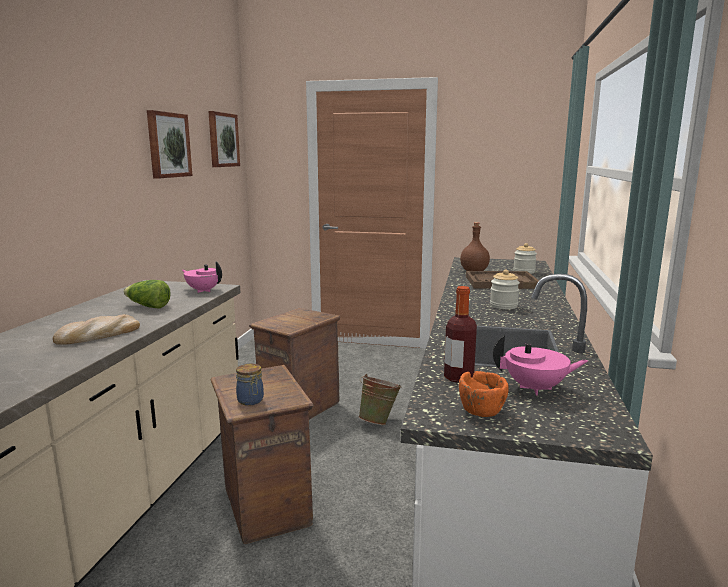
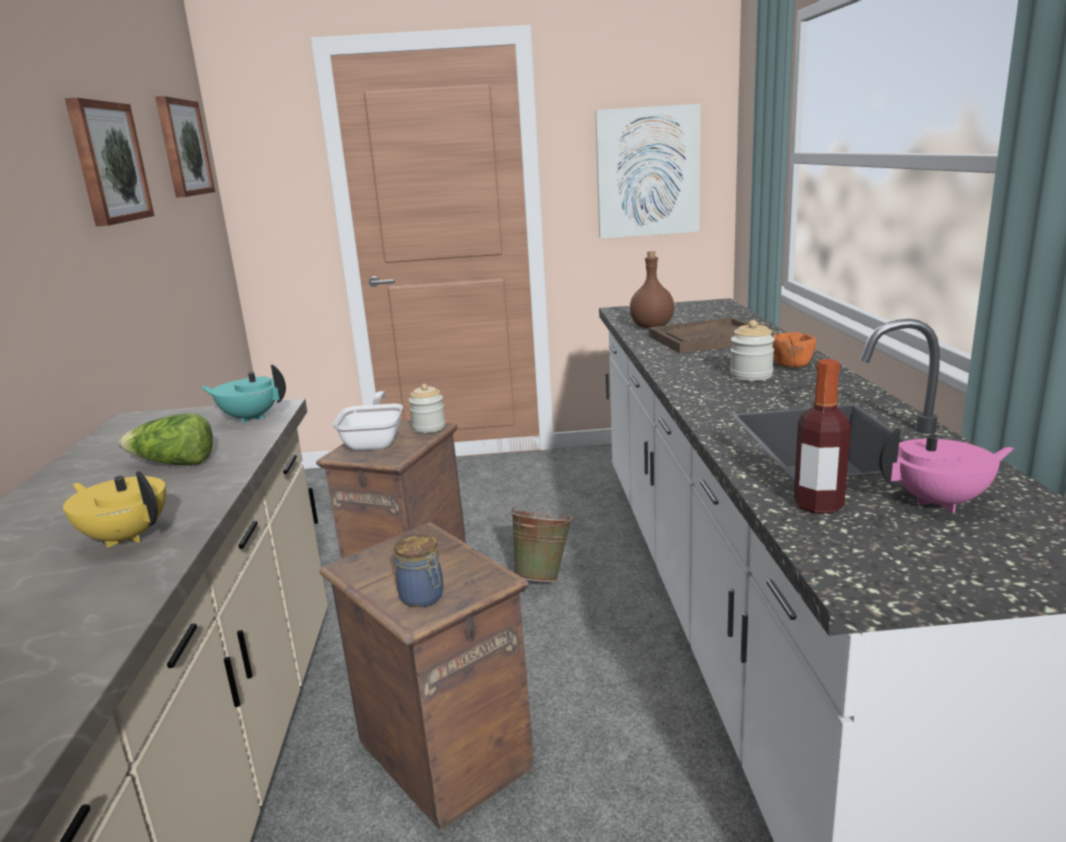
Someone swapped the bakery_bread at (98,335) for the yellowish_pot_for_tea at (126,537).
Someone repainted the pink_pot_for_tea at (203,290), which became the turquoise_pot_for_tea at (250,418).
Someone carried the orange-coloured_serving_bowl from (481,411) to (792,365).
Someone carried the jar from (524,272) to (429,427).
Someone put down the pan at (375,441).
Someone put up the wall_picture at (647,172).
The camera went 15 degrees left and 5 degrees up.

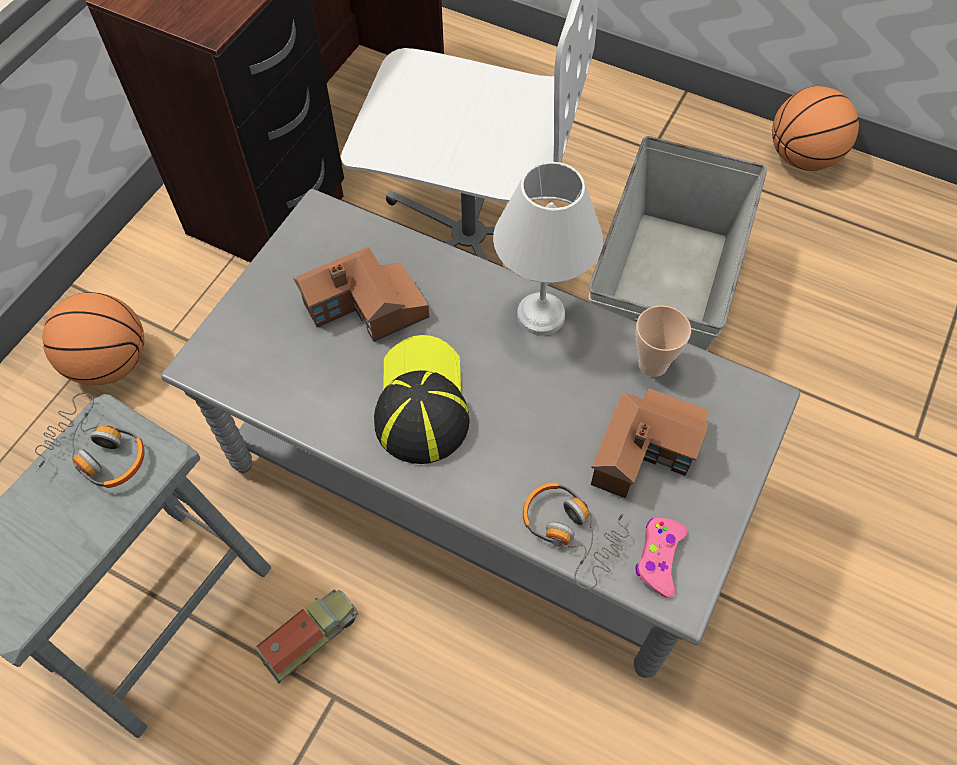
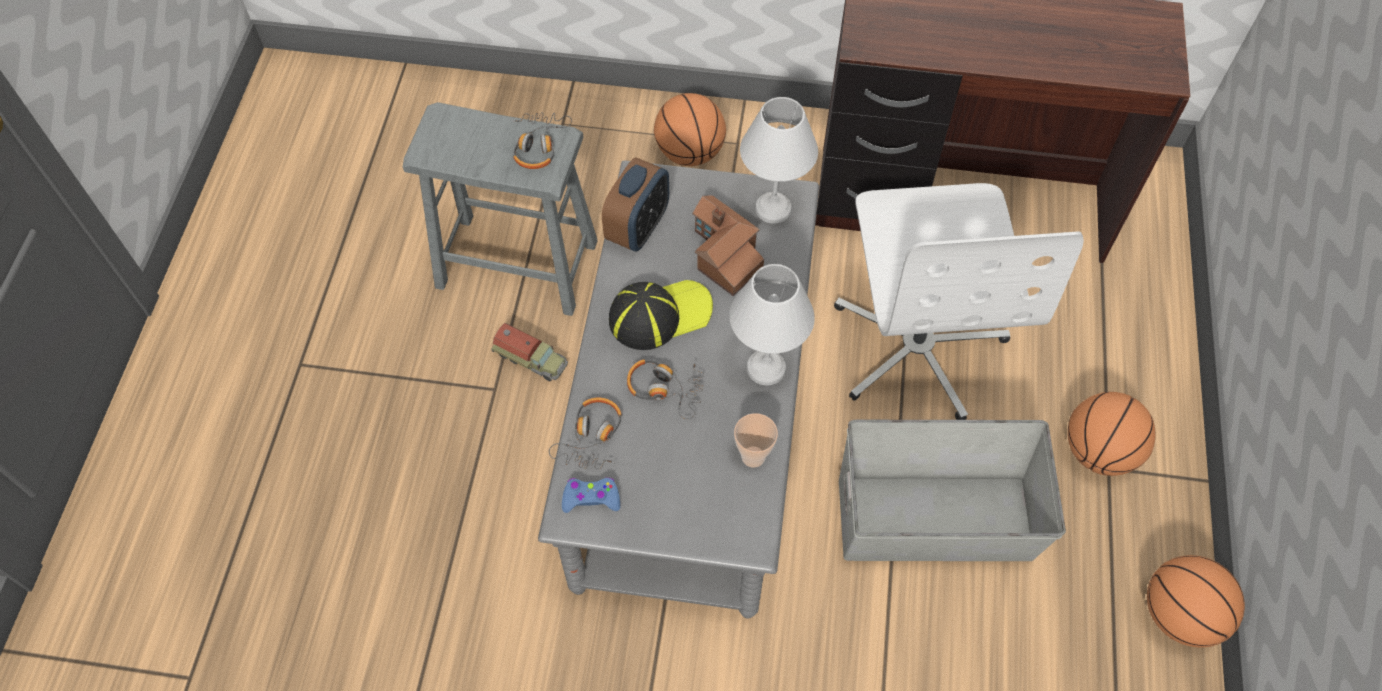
Someone took away the model_house at (647,451).
Someone repainted the pink_game_controller at (659,558), which became the bluish_game_controller at (591,498).
Someone put down the bedside_clock at (638,228).
Someone put down the headphones at (665,389).
Someone put down the white_table_lamp at (773,210).
Someone put down the ball_for_basketball at (1098,451).
The camera went 70 degrees right and 0 degrees up.

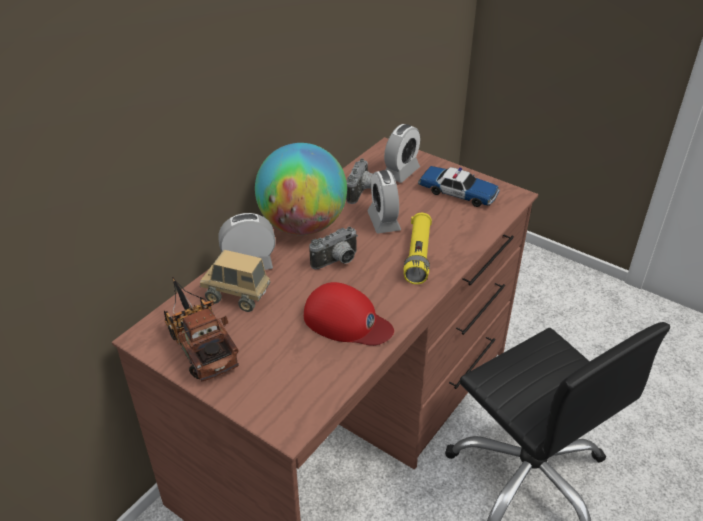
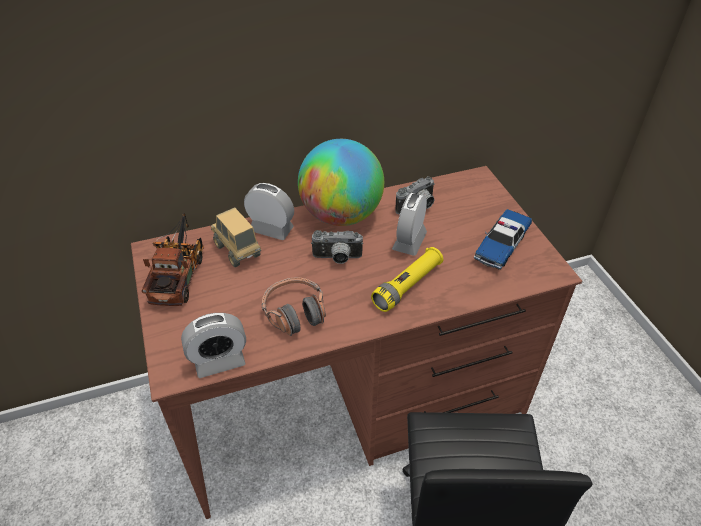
Someone swapped the reddish_baseball_cap at (347,321) for the headphones at (295,313).
Someone carried the bedside_clock from (401,172) to (219,361).
Someone rotated the miniature_car at (458,193) by 60 degrees clockwise.
The camera went 35 degrees right and 5 degrees up.

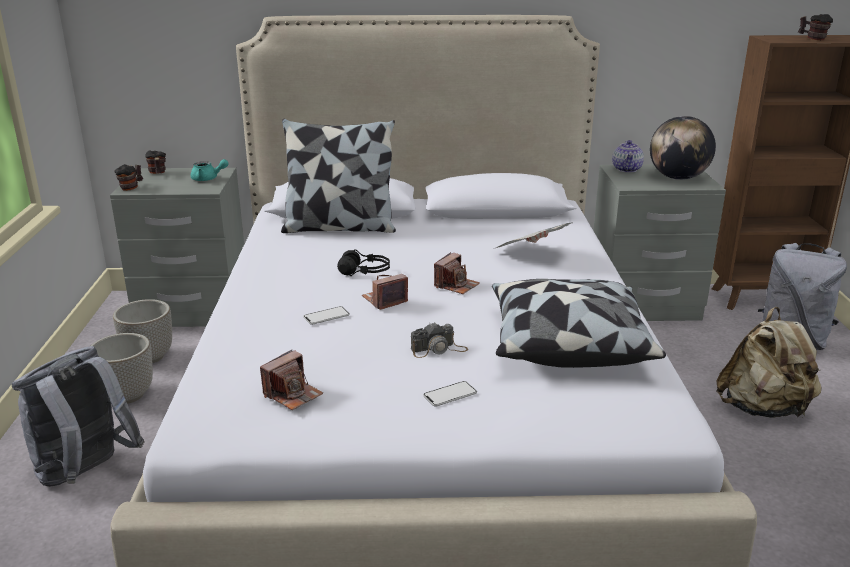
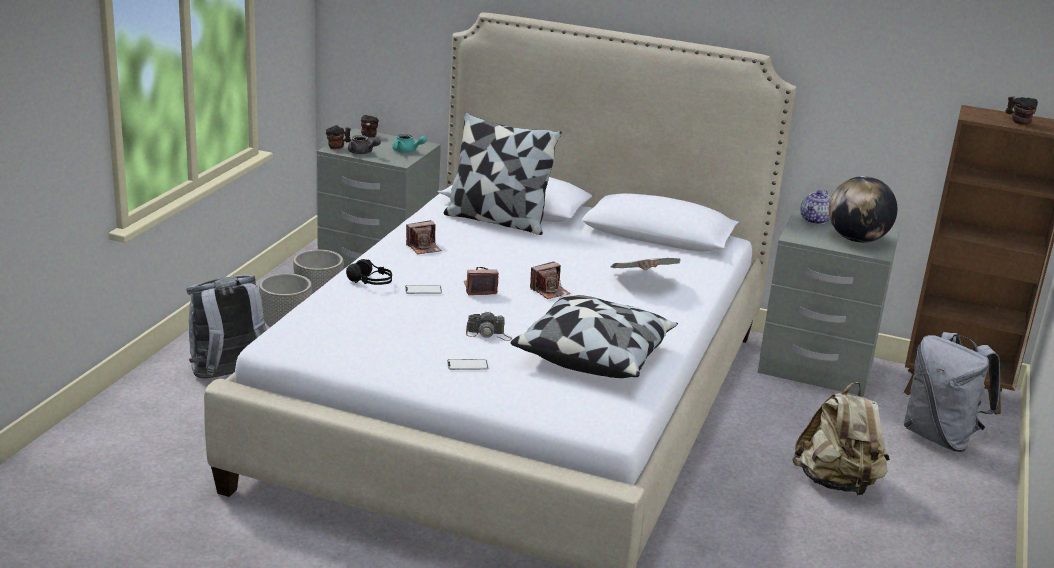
Someone carried the photo_camera from (293,394) to (424,248).
Someone carried the black_headphones from (364,272) to (370,282).
Someone put down the gray_pot_for_tea at (362,153).
The camera went 20 degrees right and 0 degrees up.

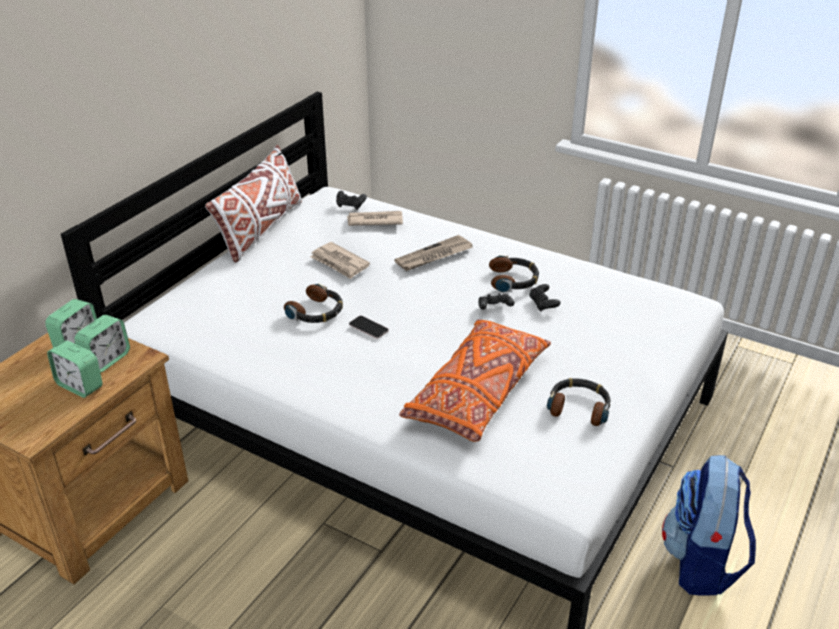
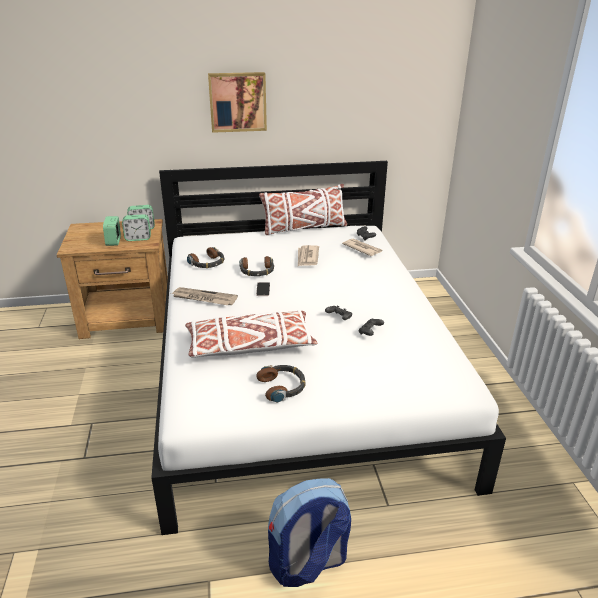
Someone carried the daily_paper from (434,256) to (204,298).
Someone repainted the orange-coloured_cushion at (477,393), which became the white_cushion at (250,346).
Someone carried the headphones from (513,280) to (207,263).
Someone put up the wall_picture at (237,102).
The camera went 50 degrees right and 5 degrees down.

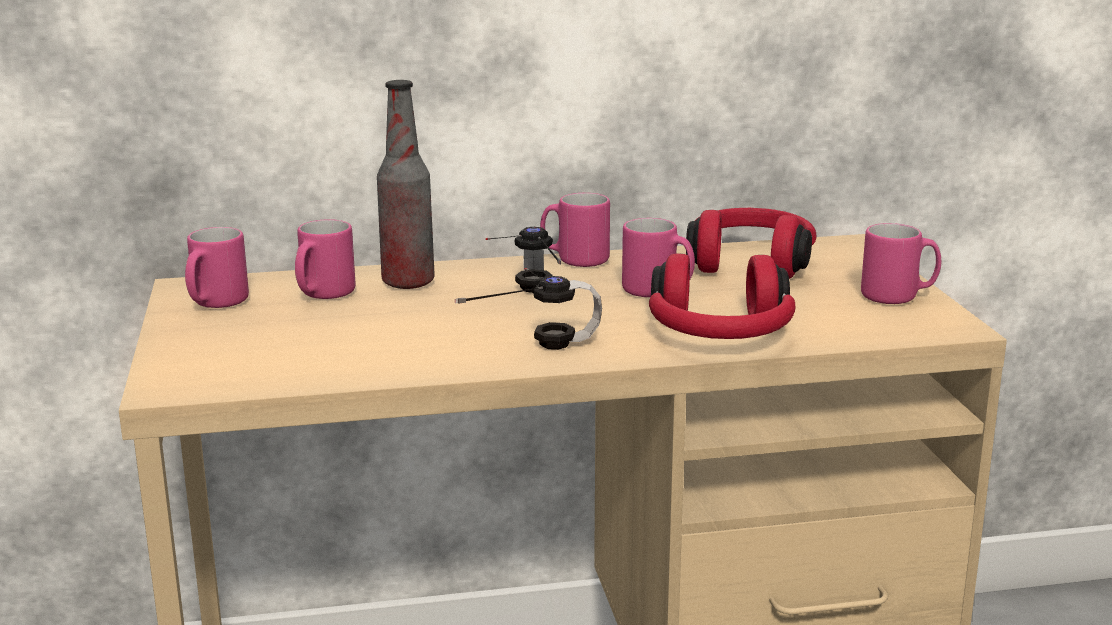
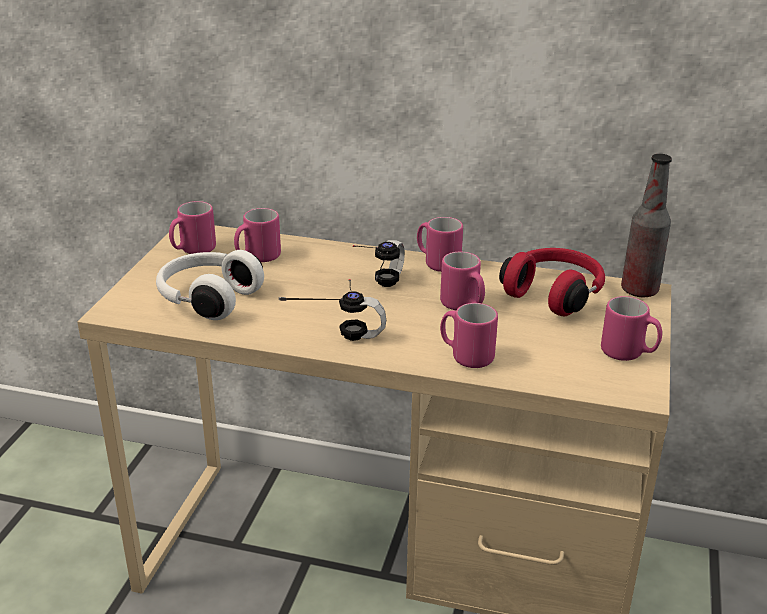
Someone carried the drink_bottle from (408,283) to (639,290).
Someone swapped the reddish_headphones at (720,335) for the pink_mug at (466,356).
Someone put down the white_headphones at (207,299).
The camera went 25 degrees right and 10 degrees up.

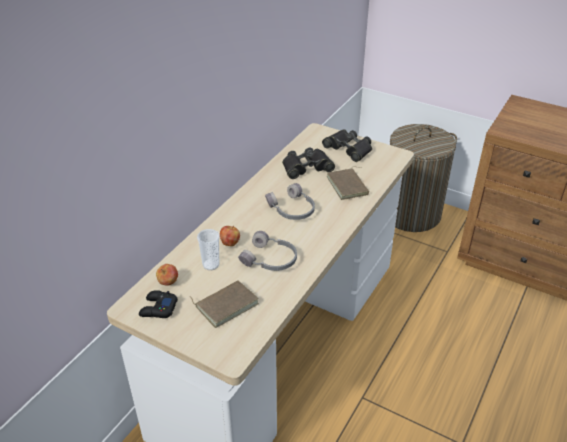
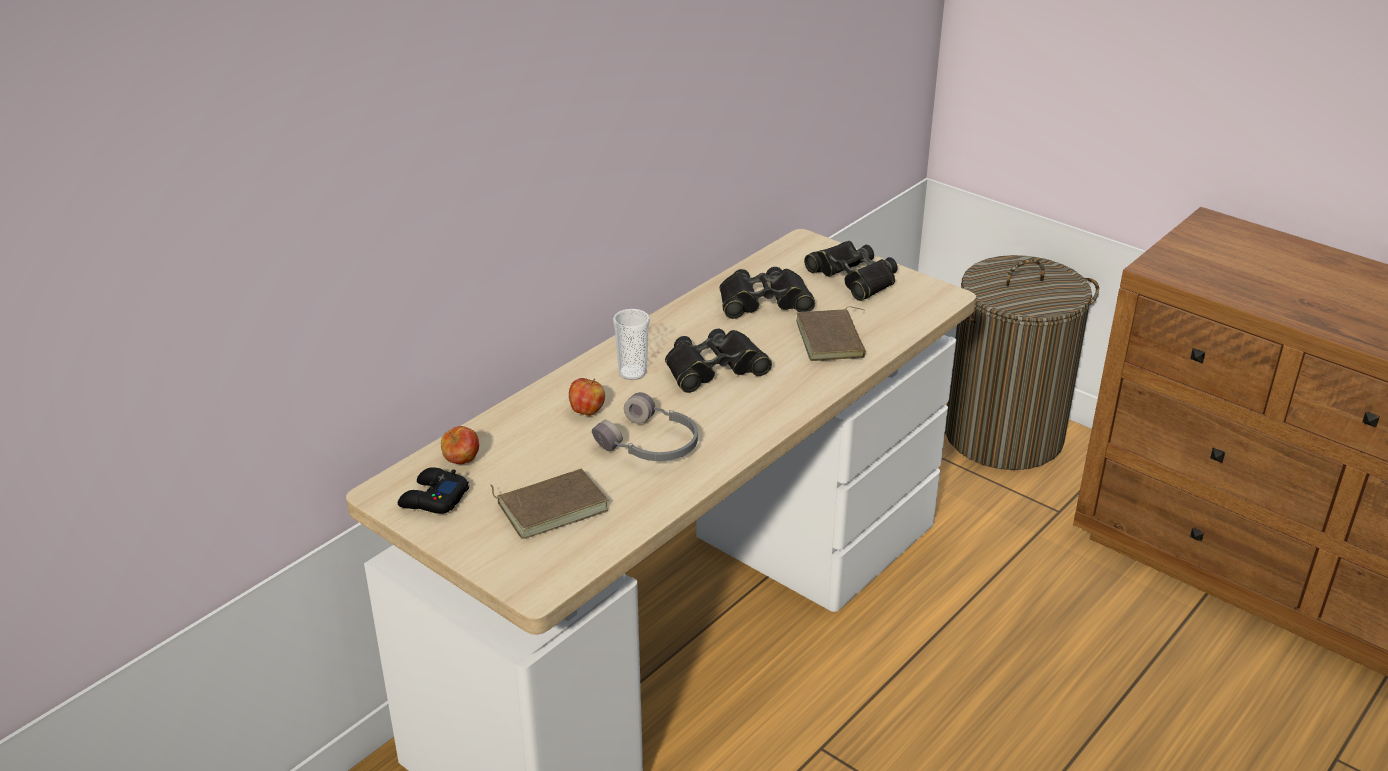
Someone carried the small_cup from (211,265) to (632,372).
Someone swapped the gray_headphones at (291,210) for the black_pair_of_binoculars at (714,368).
The camera went 10 degrees right and 5 degrees down.

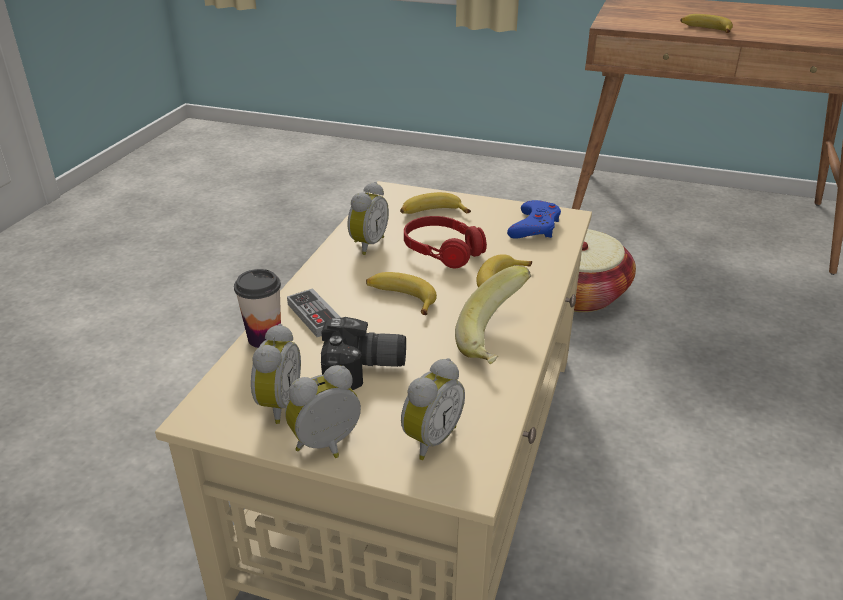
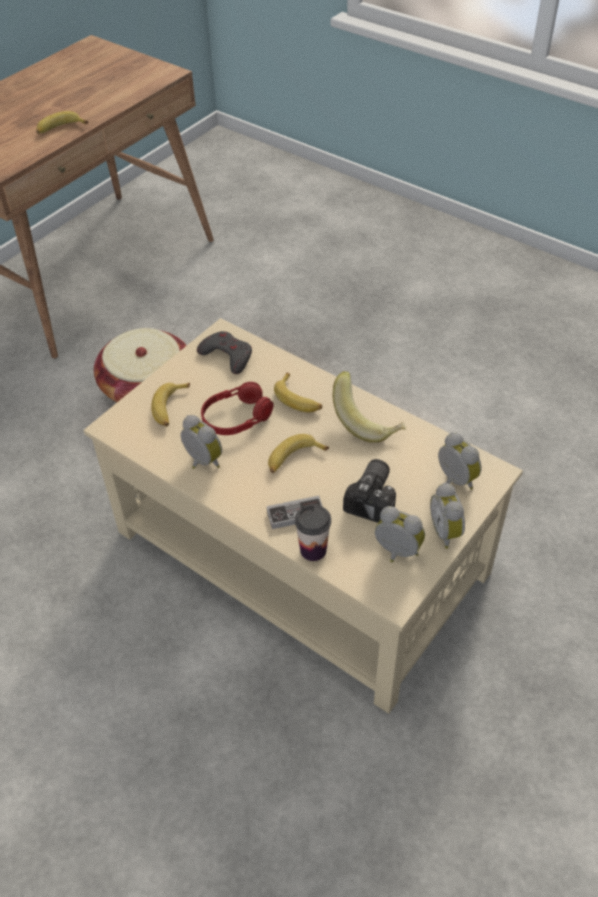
Someone repainted the bluish_game_controller at (534,226), which became the gray_game_controller at (227,355).
The camera went 70 degrees left and 15 degrees up.

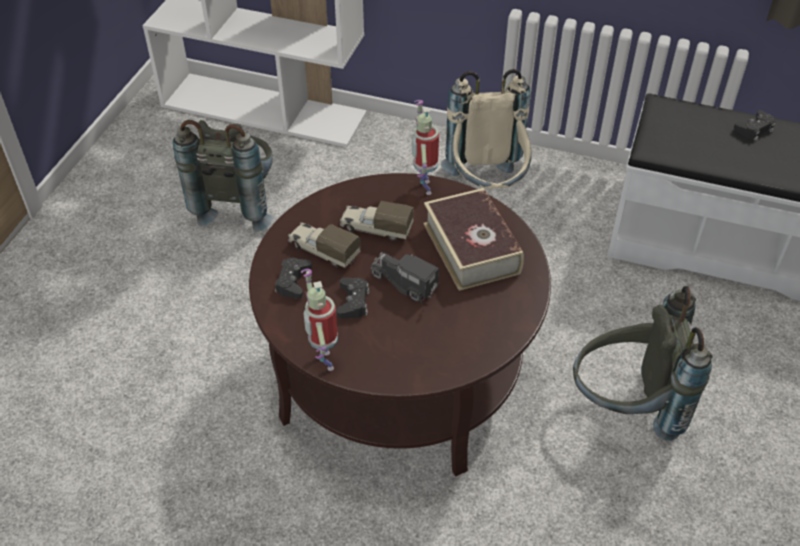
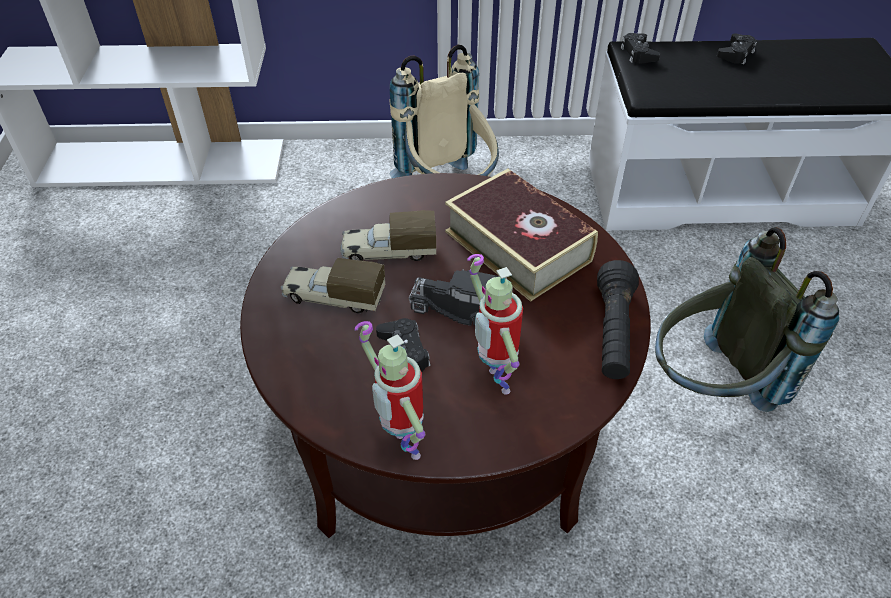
Someone took away the gray_backpack at (237,203).
Someone carried the black_game_controller from (293,282) to (638,53).
Someone carried the model_robot from (424,187) to (493,381).
Someone put down the black_hand_torch at (613,333).
The camera went 20 degrees left and 0 degrees up.

